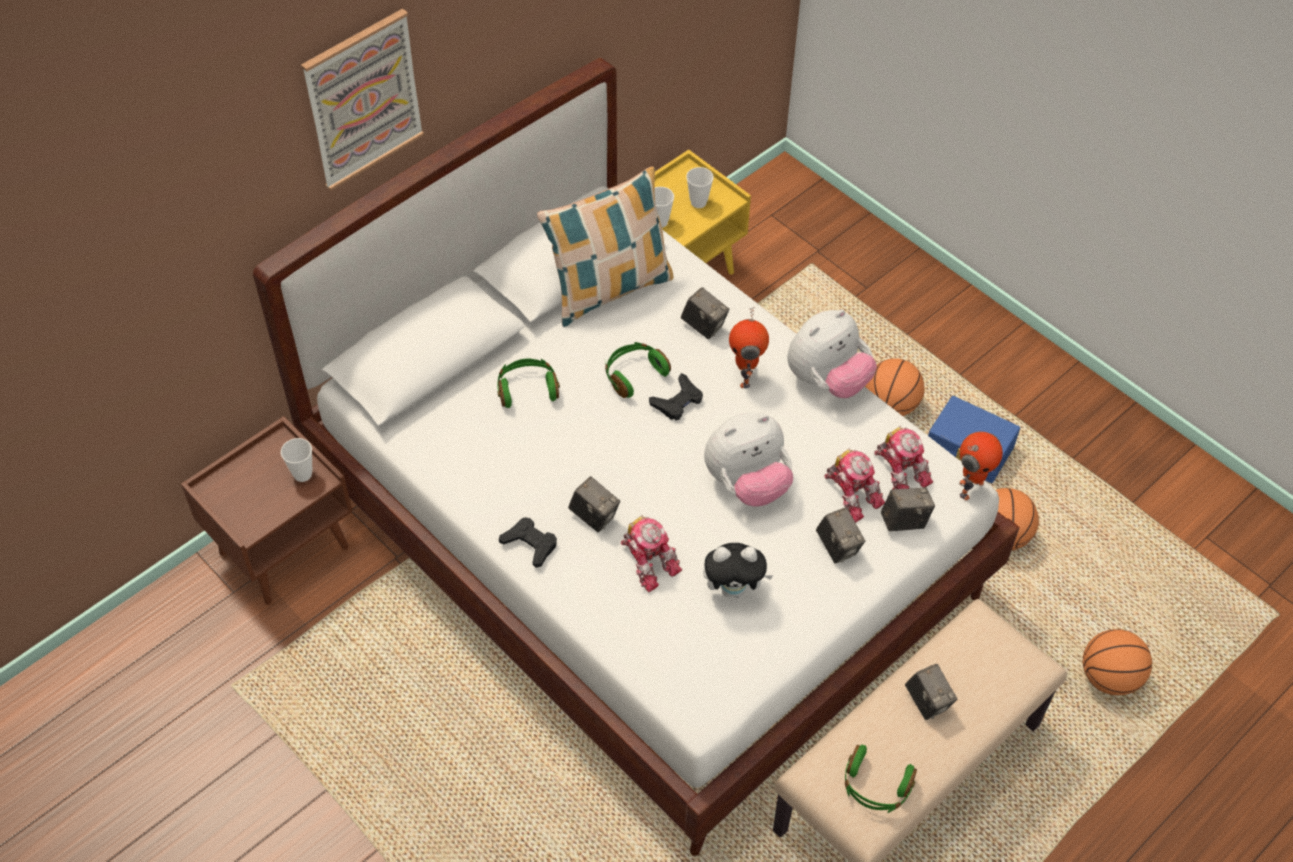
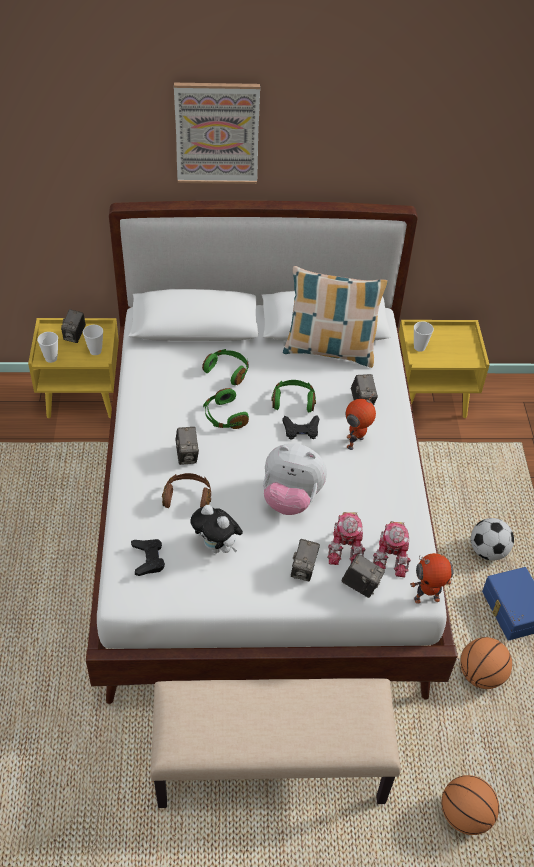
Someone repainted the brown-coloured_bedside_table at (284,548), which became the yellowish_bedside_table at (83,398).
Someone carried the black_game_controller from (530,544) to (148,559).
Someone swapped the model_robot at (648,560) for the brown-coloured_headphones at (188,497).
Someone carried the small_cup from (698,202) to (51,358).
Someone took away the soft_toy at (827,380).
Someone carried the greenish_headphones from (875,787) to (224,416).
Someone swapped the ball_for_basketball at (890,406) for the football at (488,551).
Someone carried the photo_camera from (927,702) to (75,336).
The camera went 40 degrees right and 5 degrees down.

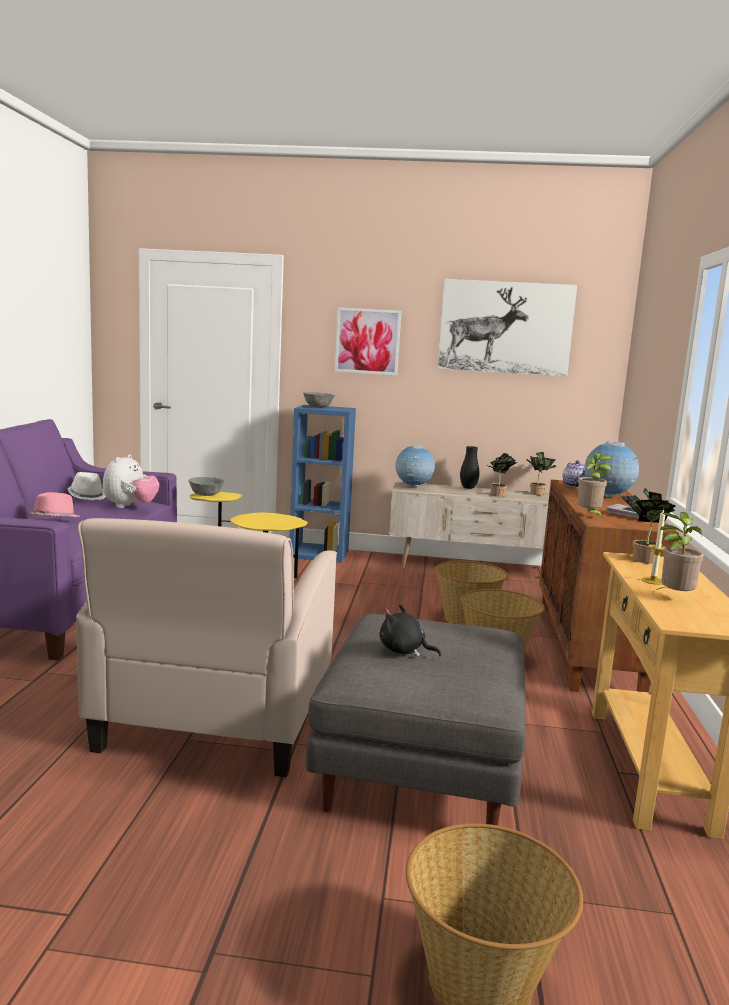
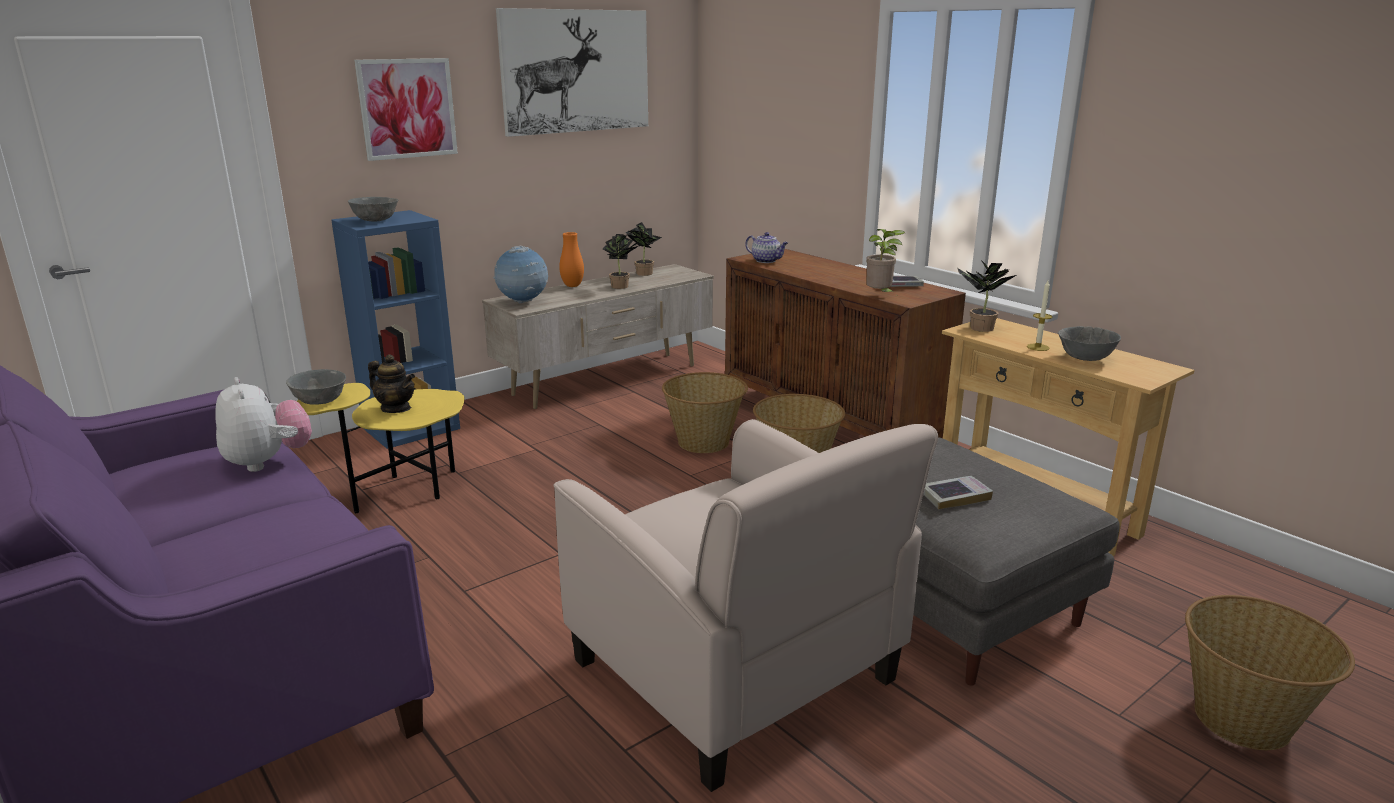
Someone took away the pink_hat at (54,519).
Someone took away the white_hat at (87,496).
Someone swapped the black_soft_toy at (404,651) for the volume at (954,496).
Someone repainted the black_vase at (468,488), which became the orange-coloured_vase at (572,286).
Someone took away the world_globe at (607,497).
Someone swapped the houseplant at (674,598) for the gray_serving_bowl at (1085,358).
Someone put down the pot_for_tea at (396,408).
The camera went 45 degrees left and 10 degrees up.

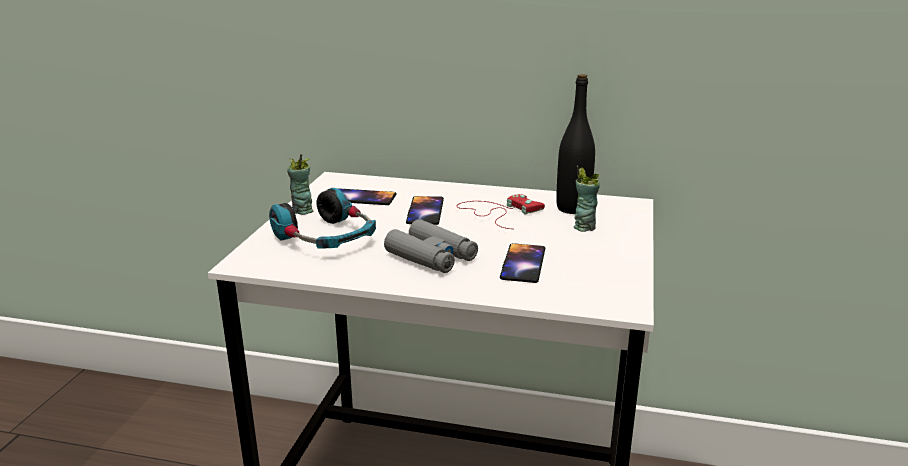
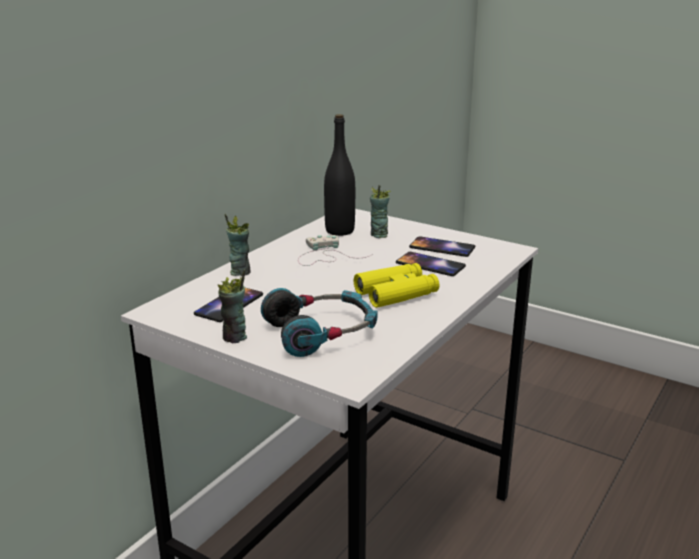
Someone repainted the gray_pair_of_binoculars at (431,257), which became the yellowish_pair_of_binoculars at (396,293).
Someone carried the telephone from (425,211) to (442,247).
Someone repainted the reddish_game_controller at (498,212), which became the white_game_controller at (324,255).
Someone put down the small_cup at (240,272).
The camera went 70 degrees left and 0 degrees up.

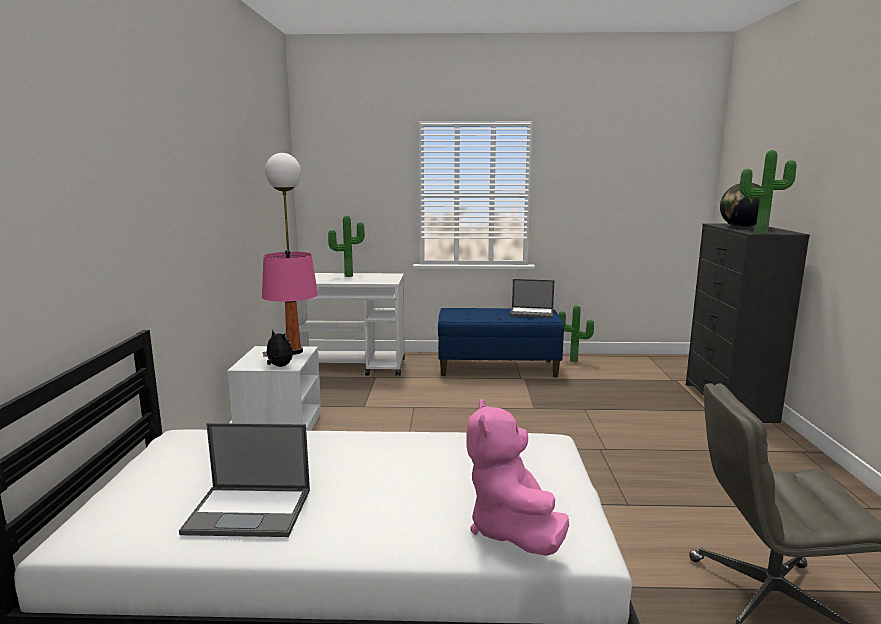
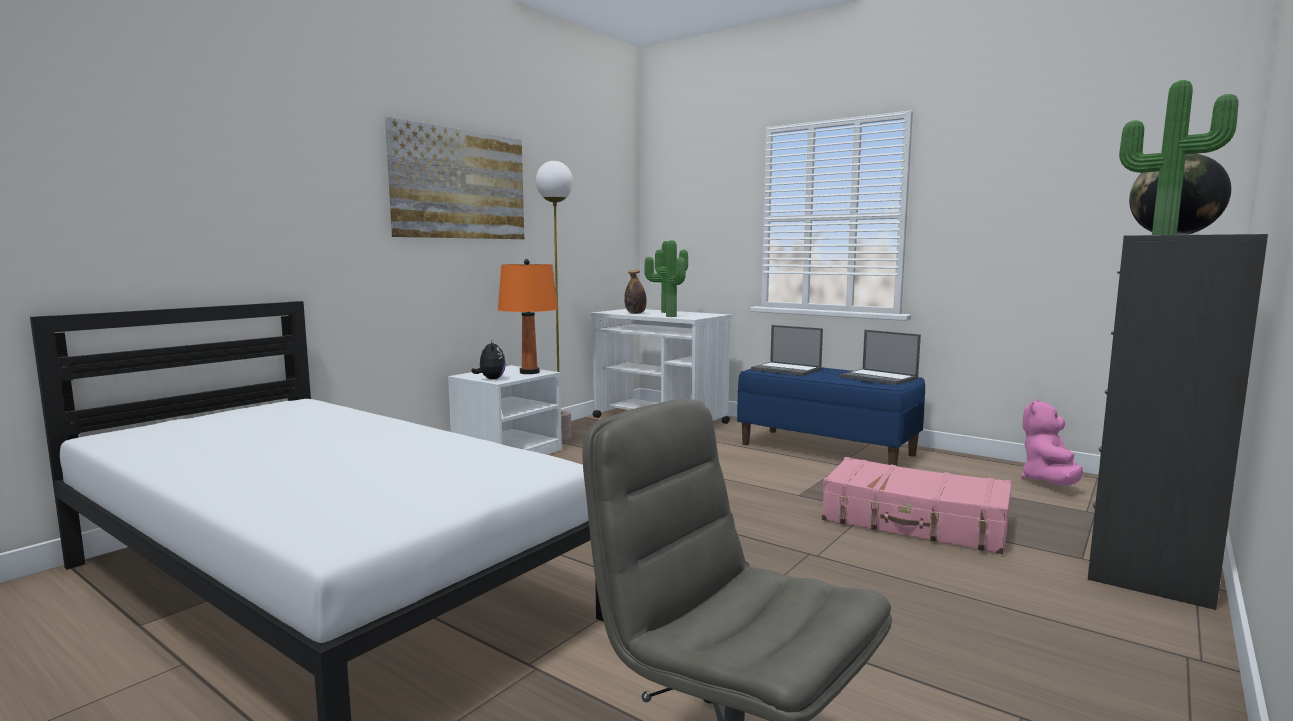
Someone carried the portable_computer from (250,511) to (787,369).
Someone repainted the pink_table_lamp at (293,351), which became the orange-coloured_table_lamp at (529,372).
Someone carried the pink_soft_toy from (512,530) to (1050,482).
Someone carried the houseplant from (573,361) to (669,316).
Someone put up the wall_picture at (460,184).
Someone put down the drink_bottle at (635,313).
Someone put down the pink_piece_of_luggage at (915,522).
The camera went 35 degrees right and 5 degrees down.

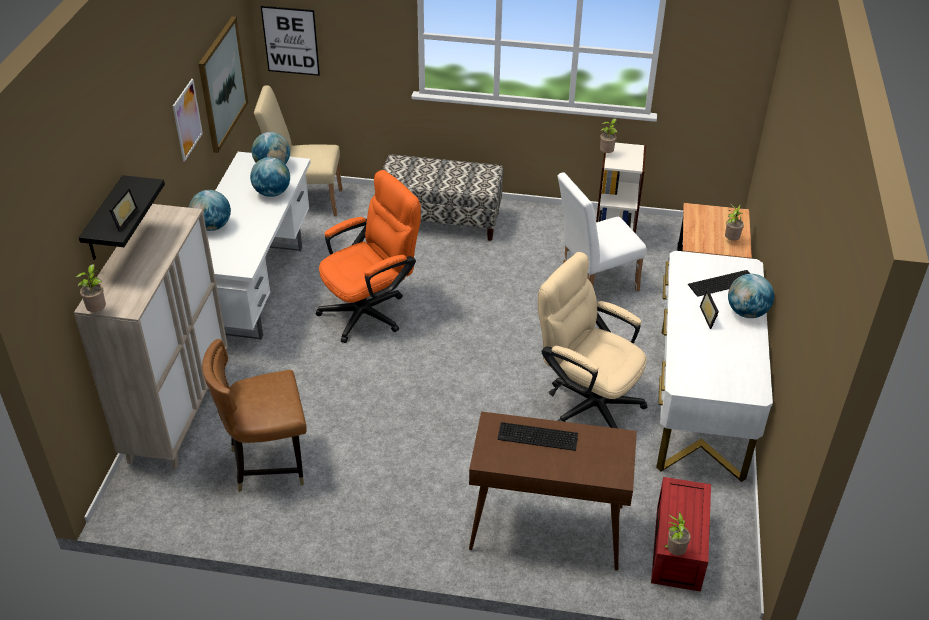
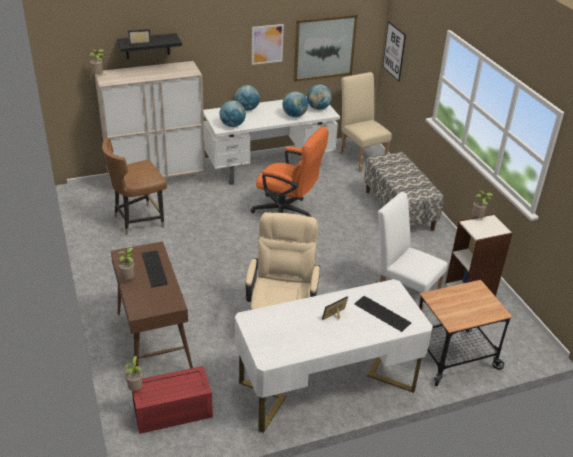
Someone rotated the brown-coloured_upright_chair at (267,463) by 75 degrees counterclockwise.
Someone carried the houseplant from (730,240) to (128,279).
Someone carried the world_globe from (746,312) to (232,125).
The camera went 60 degrees right and 5 degrees down.

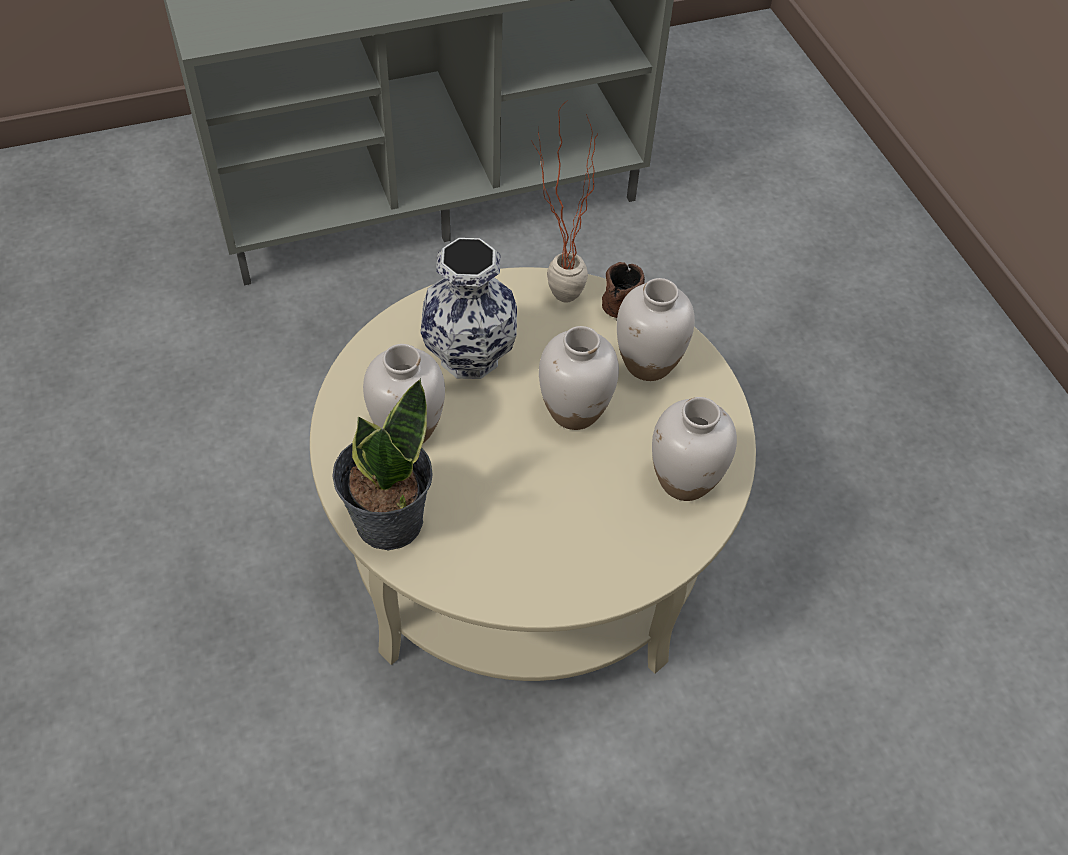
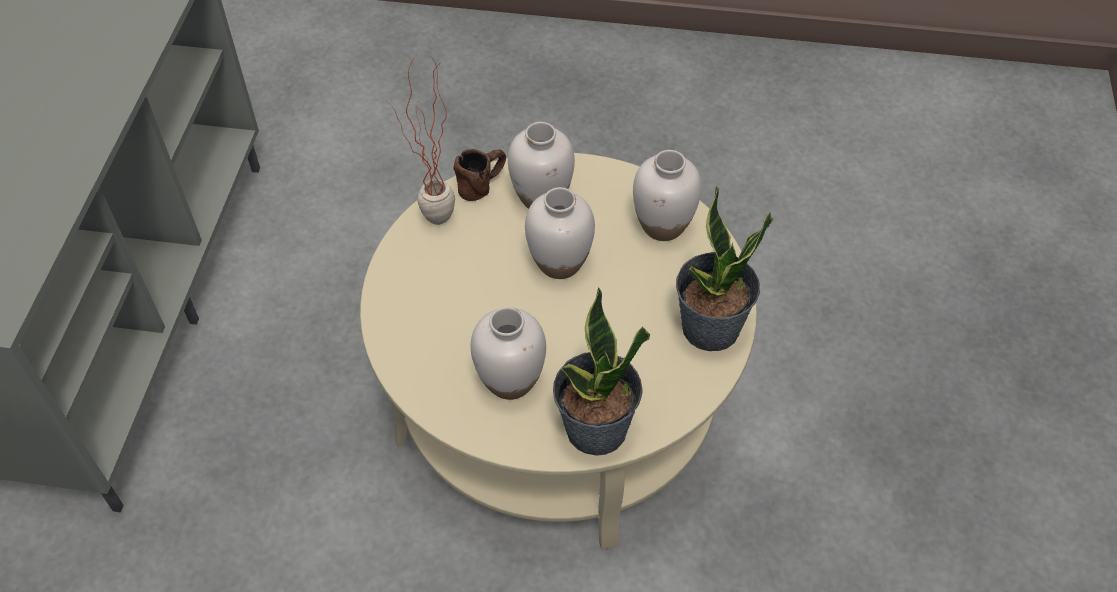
Someone took away the vase at (468,355).
Someone put down the houseplant at (710,329).
The camera went 60 degrees left and 0 degrees up.

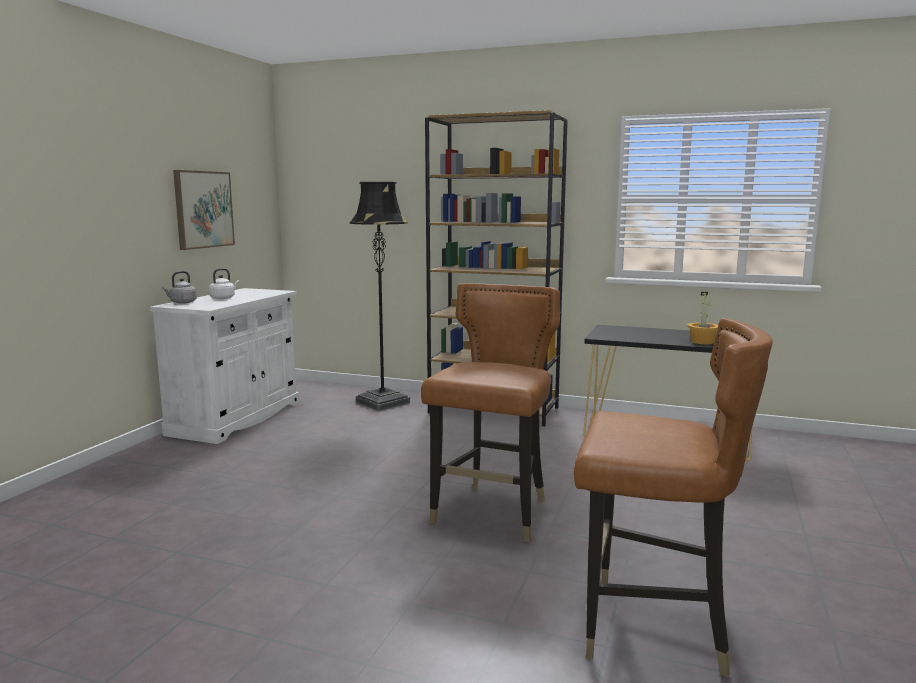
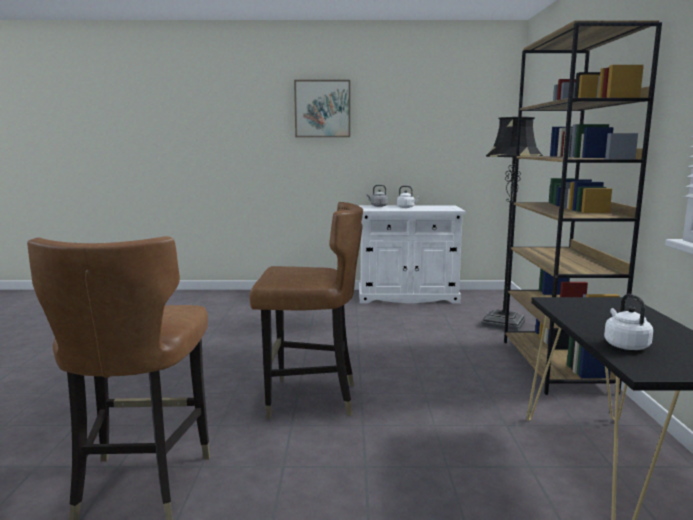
Someone carried the wall_picture from (203,209) to (322,109).
Someone swapped the houseplant at (702,342) for the white_water_kettle at (625,345).
The camera went 70 degrees right and 0 degrees up.

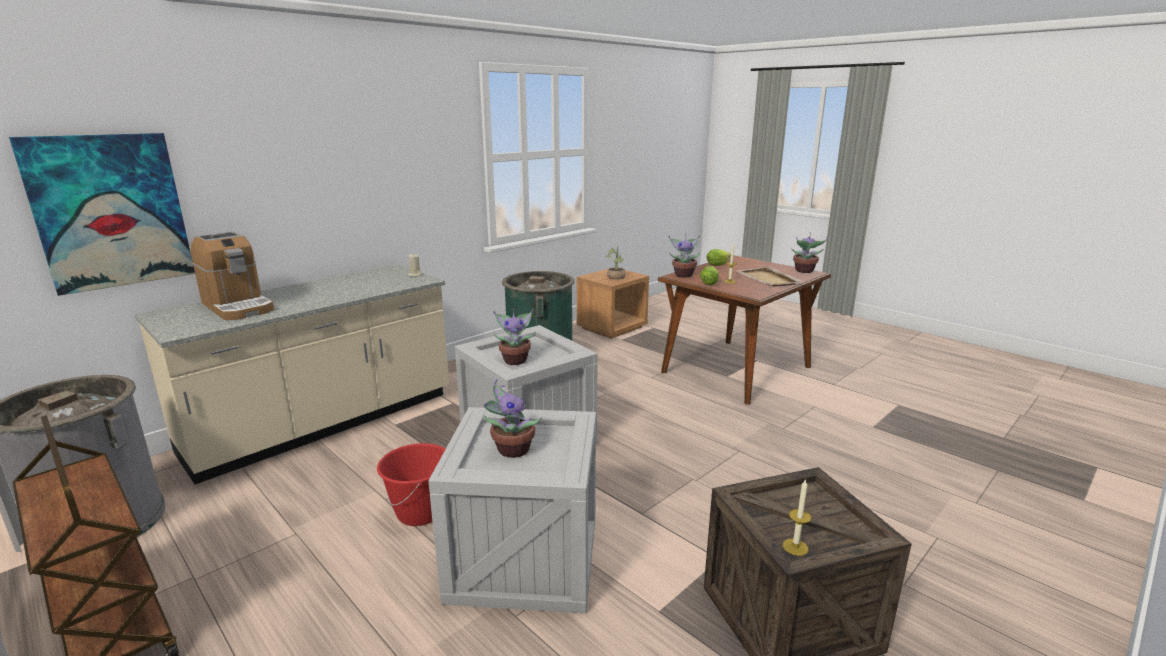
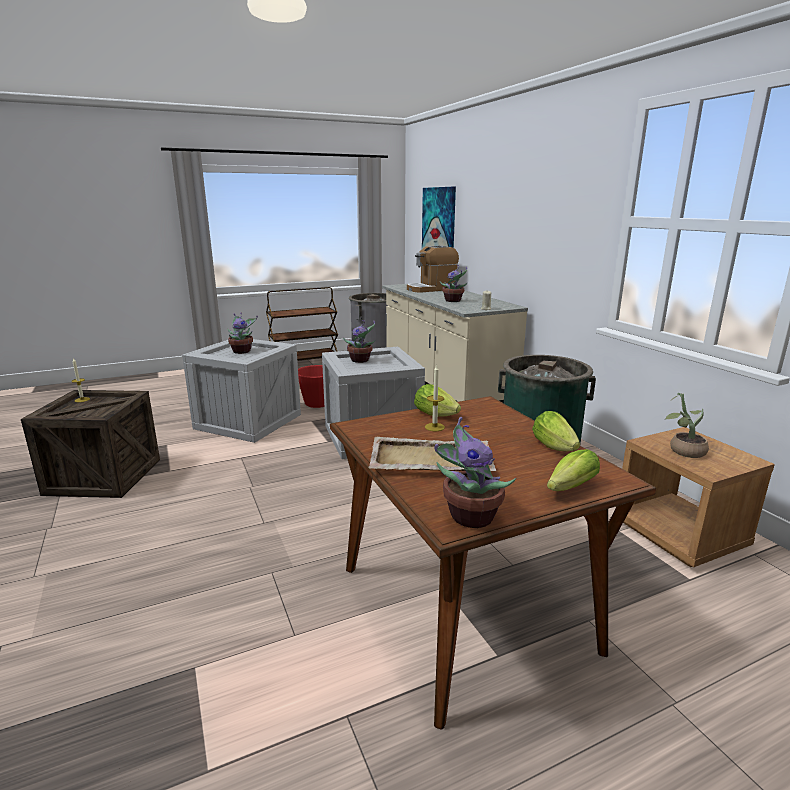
Someone carried the houseplant from (683,275) to (453,301).
Someone put down the head_of_lettuce at (568,489).
The camera went 110 degrees right and 0 degrees up.

